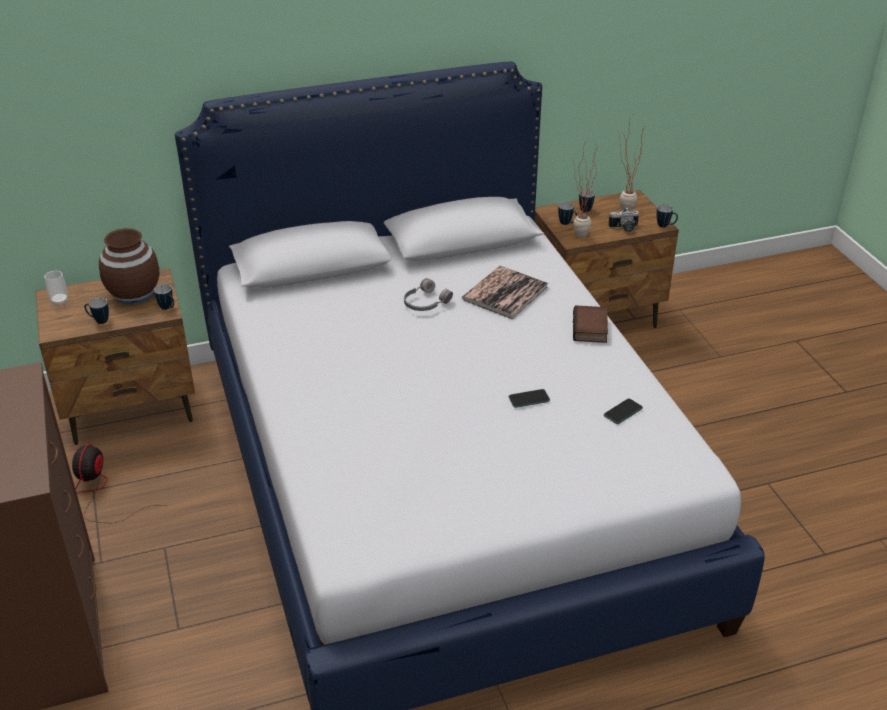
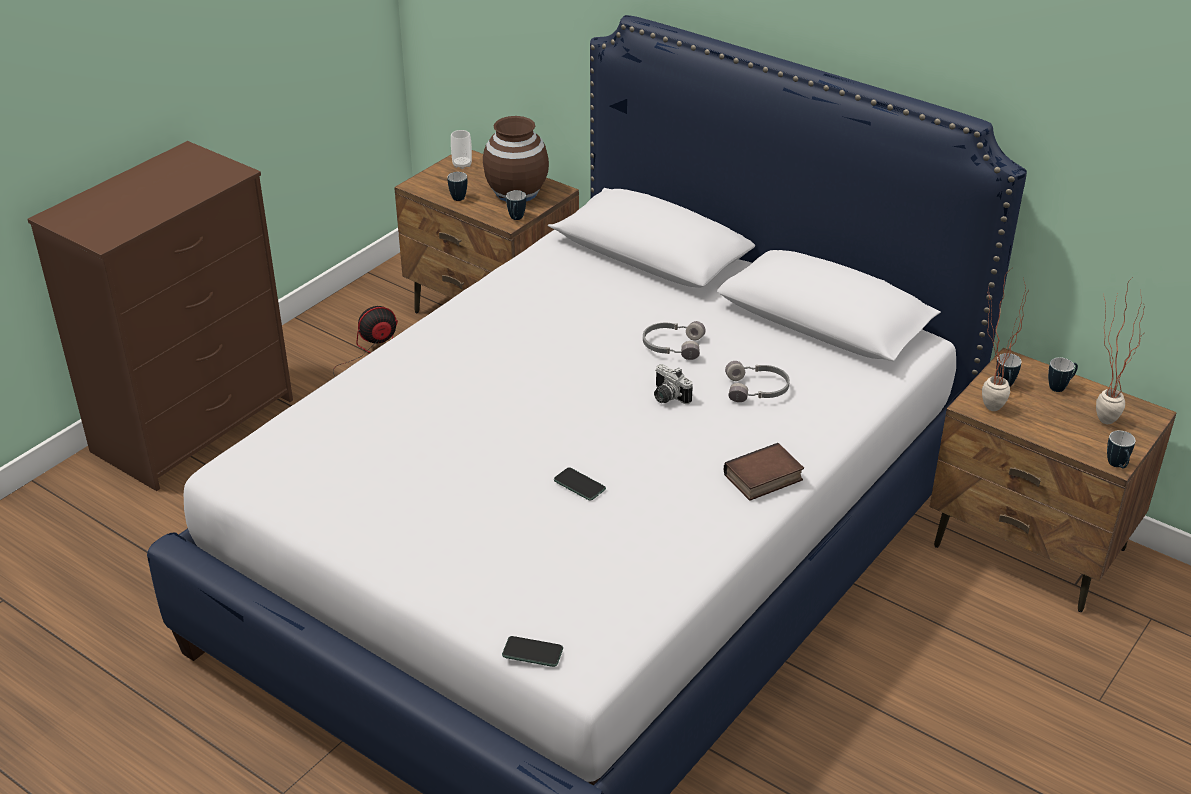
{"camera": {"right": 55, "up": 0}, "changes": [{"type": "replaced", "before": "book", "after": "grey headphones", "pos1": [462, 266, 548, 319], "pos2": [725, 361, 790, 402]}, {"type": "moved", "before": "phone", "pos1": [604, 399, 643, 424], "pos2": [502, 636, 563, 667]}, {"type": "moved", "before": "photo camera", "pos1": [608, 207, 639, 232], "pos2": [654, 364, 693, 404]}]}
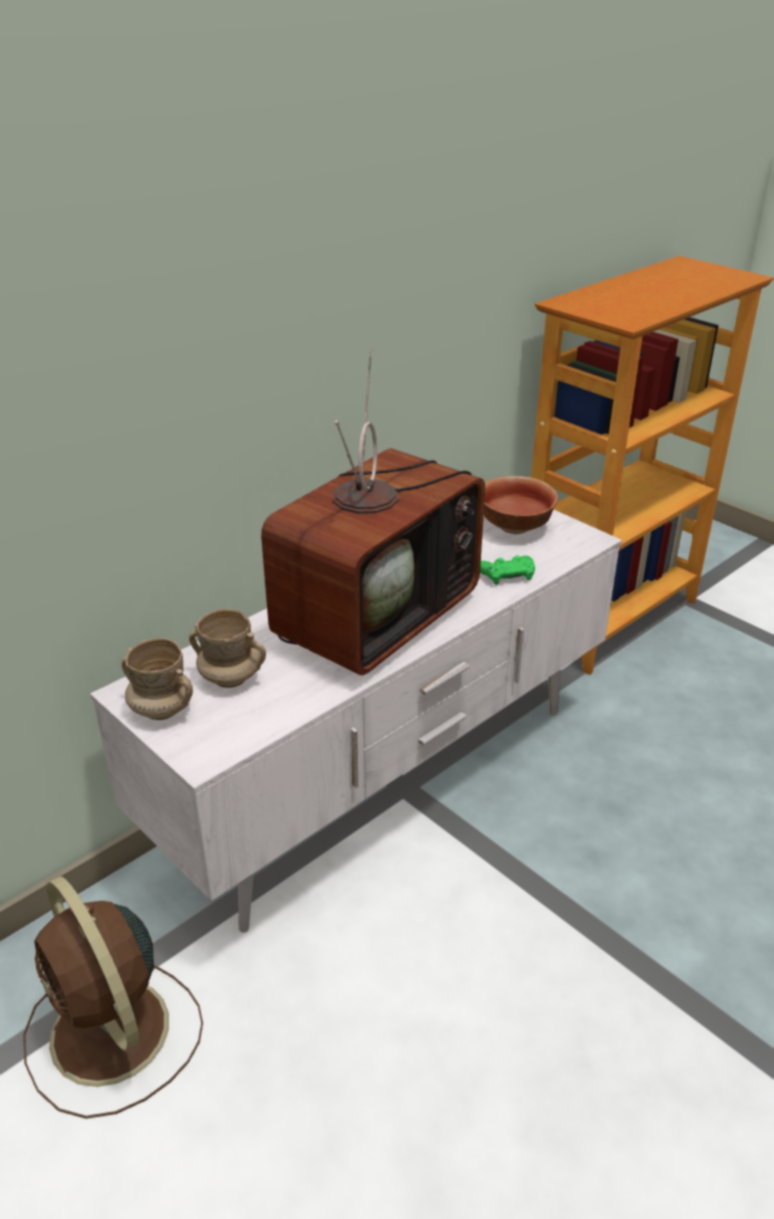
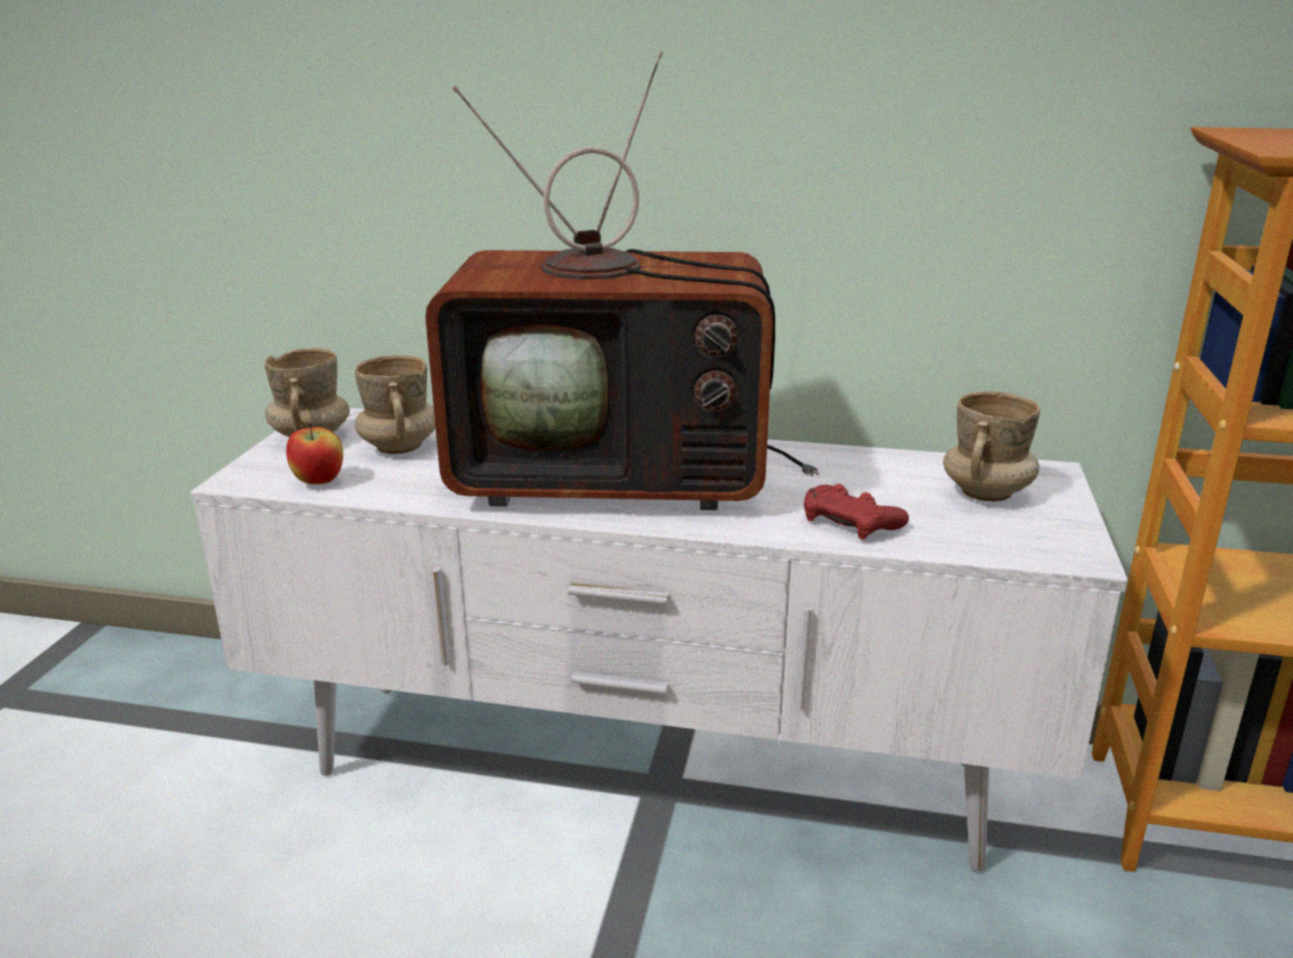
{"camera": {"right": 55, "up": -10}, "changes": [{"type": "removed", "before": "brown fan", "pos1": [23, 876, 203, 1119]}, {"type": "recoloured", "before": "green game controller", "after": "red game controller", "pos1": [480, 555, 535, 585], "pos2": [804, 484, 909, 540]}, {"type": "replaced", "before": "bowl", "after": "beige mug", "pos1": [484, 476, 558, 534], "pos2": [943, 391, 1040, 501]}, {"type": "added", "after": "apple", "pos2": [286, 423, 343, 484]}]}
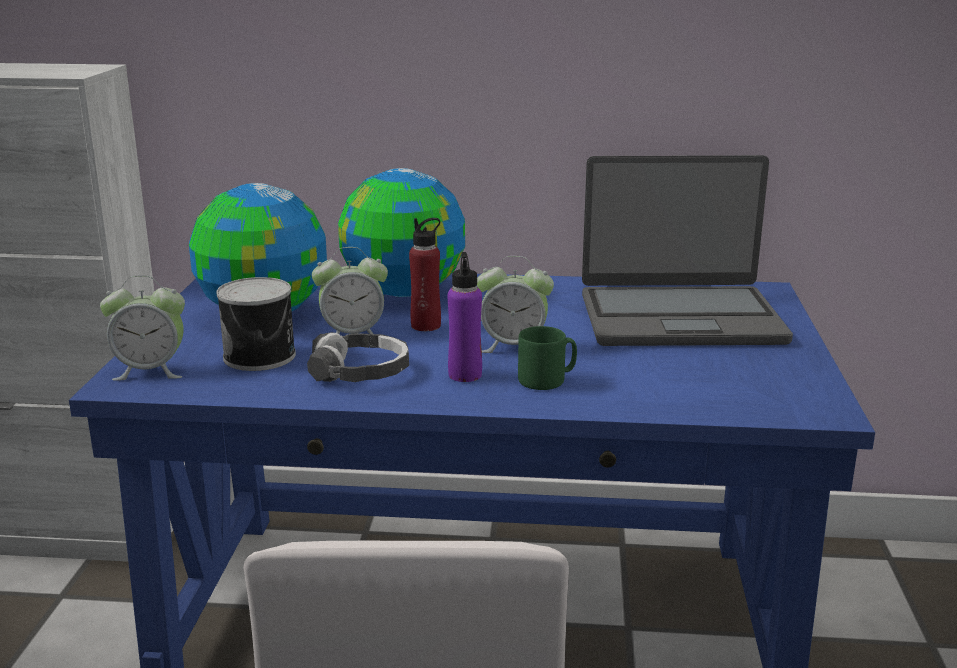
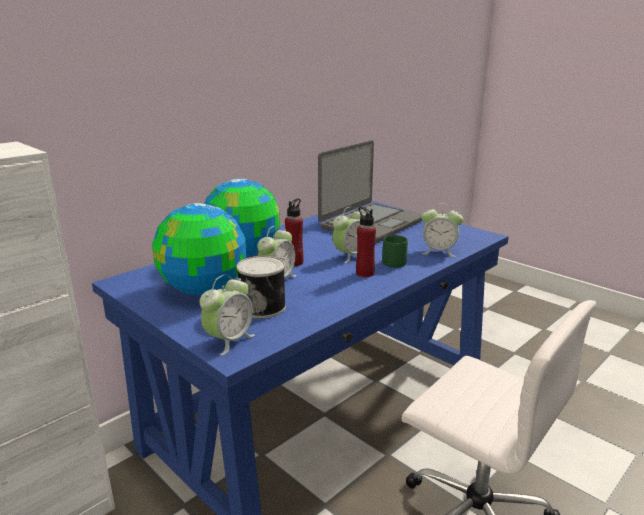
{"camera": {"right": -50, "up": 0}, "changes": [{"type": "removed", "before": "headphones", "pos1": [307, 332, 409, 382]}, {"type": "recoloured", "before": "purple bottle", "after": "red bottle", "pos1": [447, 252, 482, 382], "pos2": [356, 207, 376, 277]}, {"type": "added", "after": "alarm clock", "pos2": [421, 203, 463, 257]}]}
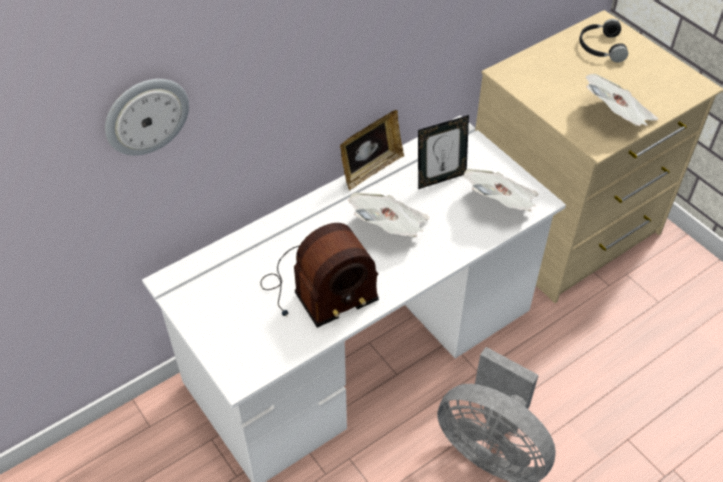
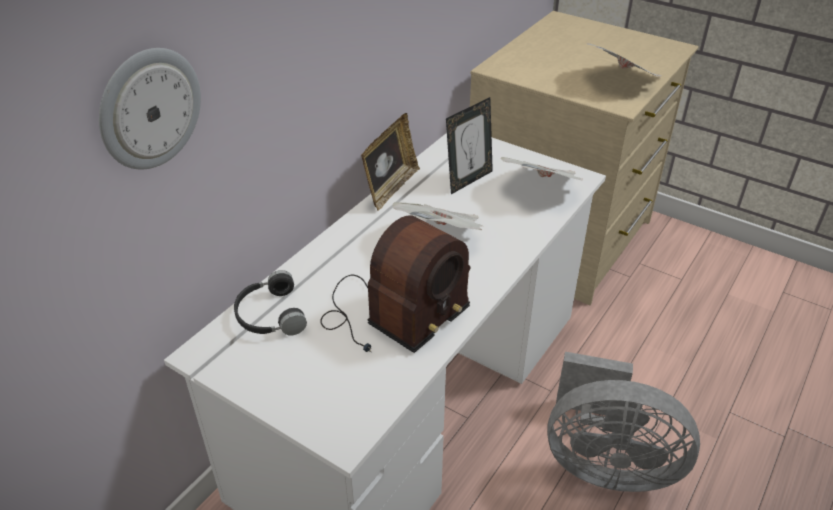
{"camera": {"right": -20, "up": -10}, "changes": [{"type": "moved", "before": "black headphones", "pos1": [580, 19, 628, 63], "pos2": [234, 270, 307, 335]}]}
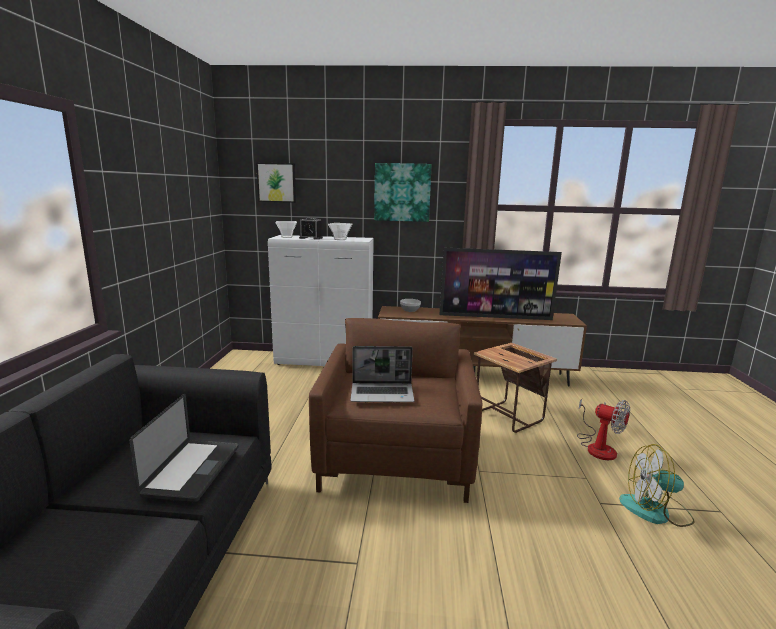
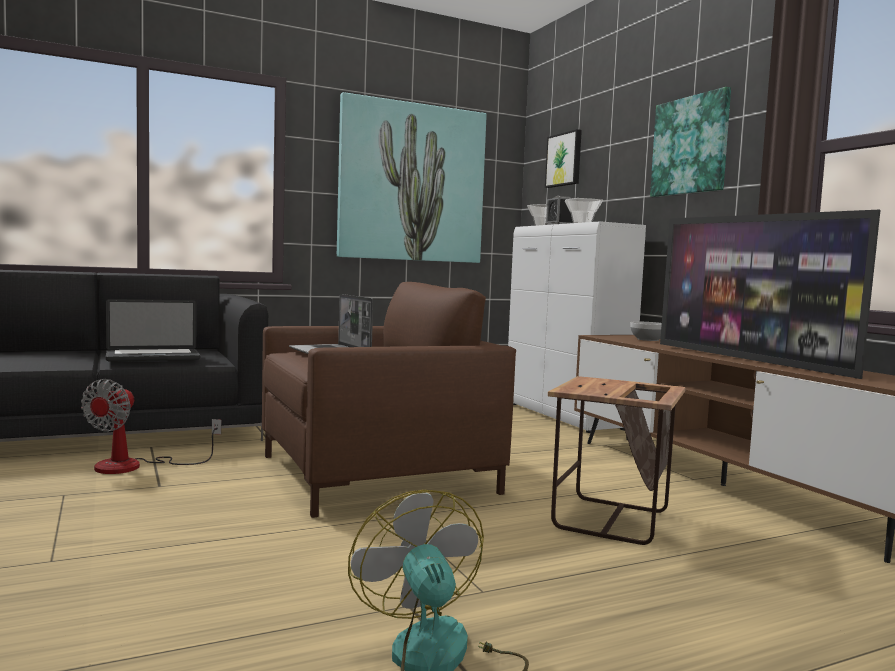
{"camera": {"right": 60, "up": -10}, "changes": [{"type": "moved", "before": "fan", "pos1": [577, 399, 630, 460], "pos2": [81, 379, 221, 474]}, {"type": "added", "after": "picture", "pos2": [337, 92, 487, 263]}]}
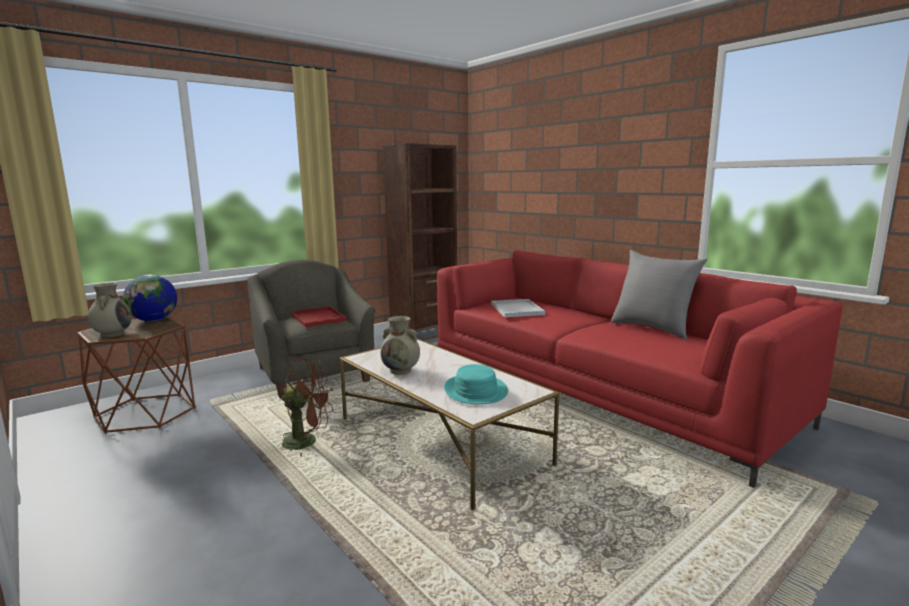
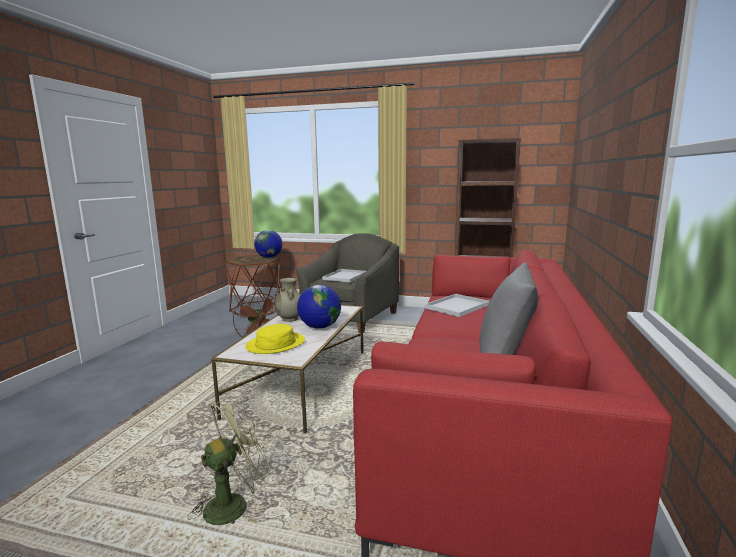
{"camera": {"right": 55, "up": 0}, "changes": [{"type": "removed", "before": "beige vase", "pos1": [88, 283, 132, 338]}, {"type": "recoloured", "before": "red tray", "after": "white tray", "pos1": [291, 306, 347, 327], "pos2": [322, 269, 366, 282]}, {"type": "recoloured", "before": "turquoise hat", "after": "yellow hat", "pos1": [444, 364, 508, 404], "pos2": [245, 324, 305, 354]}, {"type": "added", "after": "green fan", "pos2": [187, 398, 271, 525]}, {"type": "added", "after": "globe", "pos2": [297, 285, 341, 329]}]}
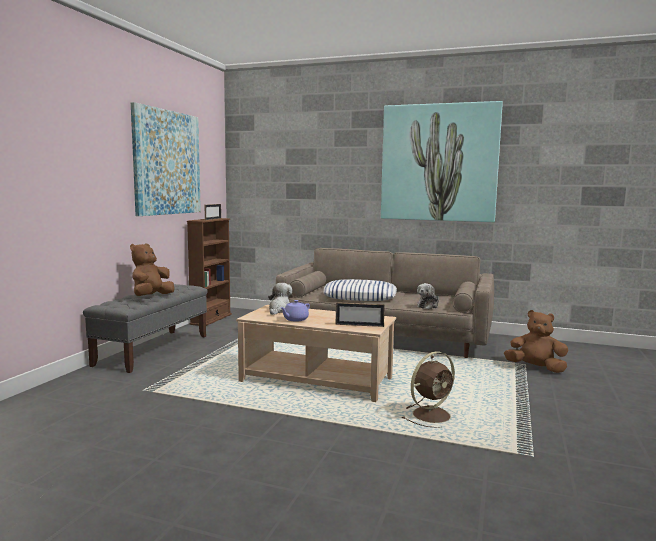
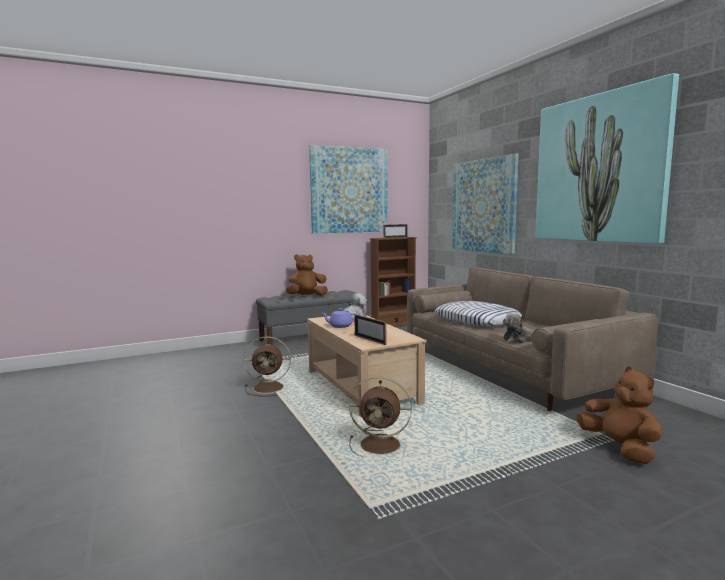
{"camera": {"right": 45, "up": 0}, "changes": [{"type": "added", "after": "brown fan", "pos2": [243, 336, 291, 396]}, {"type": "added", "after": "picture", "pos2": [452, 153, 519, 254]}]}
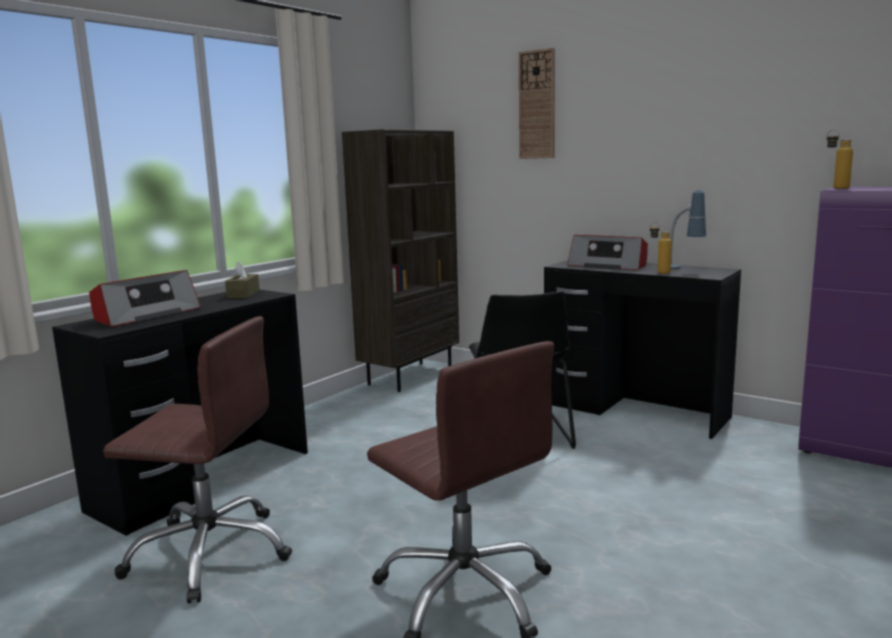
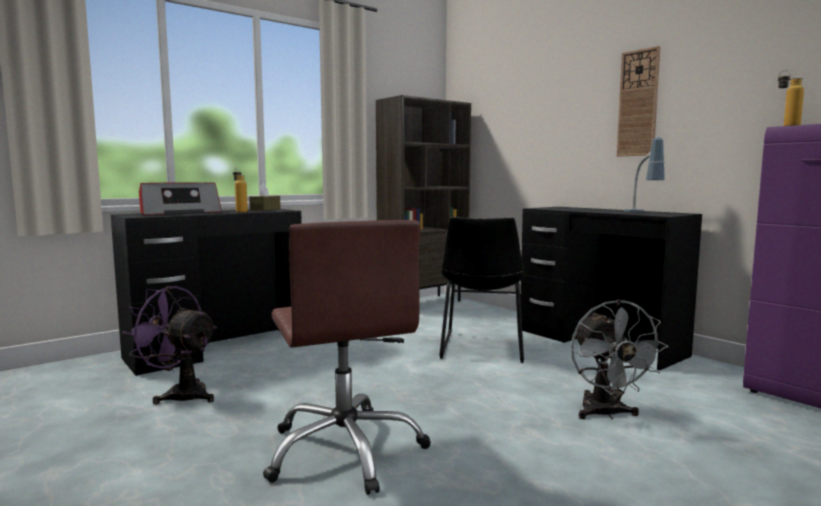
{"camera": {"right": 15, "up": -5}, "changes": [{"type": "replaced", "before": "brown office chair", "after": "purple fan", "pos1": [103, 316, 292, 603], "pos2": [122, 286, 217, 404]}, {"type": "moved", "before": "wall clock", "pos1": [519, 48, 555, 159], "pos2": [617, 46, 660, 156]}, {"type": "removed", "before": "radio", "pos1": [567, 235, 648, 270]}, {"type": "moved", "before": "bottle", "pos1": [650, 222, 672, 274], "pos2": [233, 167, 248, 212]}, {"type": "added", "after": "grey fan", "pos2": [571, 299, 669, 419]}]}
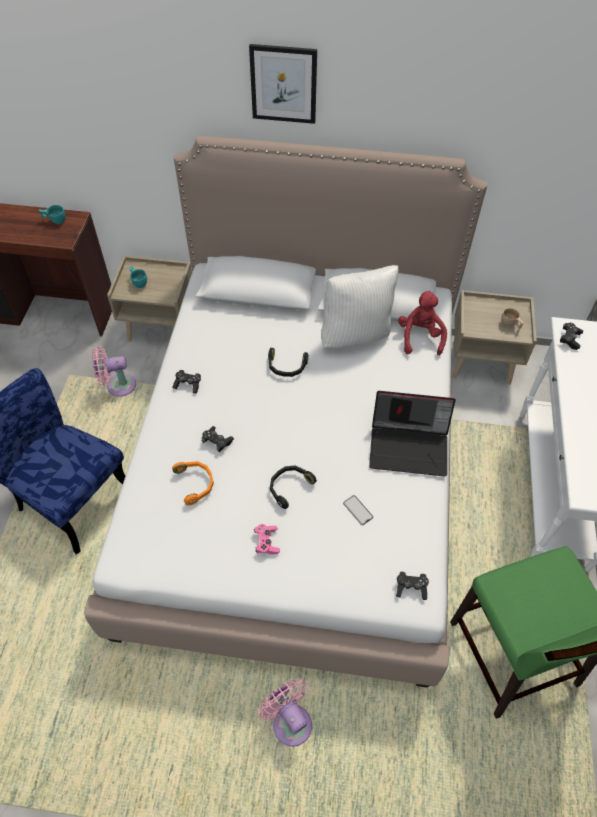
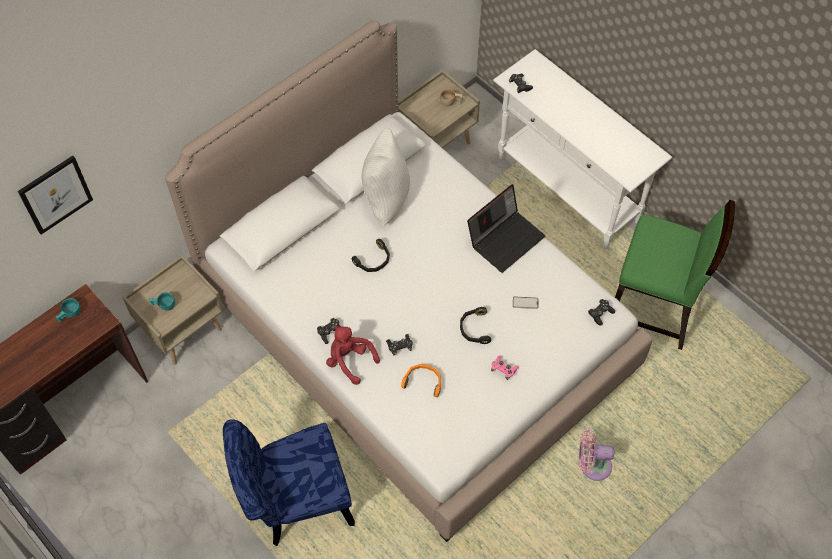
{"camera": {"right": -50, "up": 5}, "changes": [{"type": "removed", "before": "pink fan", "pos1": [92, 346, 136, 397]}, {"type": "moved", "before": "picture", "pos1": [249, 44, 317, 124], "pos2": [18, 156, 93, 235]}, {"type": "moved", "before": "red plush toy", "pos1": [398, 291, 447, 355], "pos2": [326, 325, 380, 385]}]}
